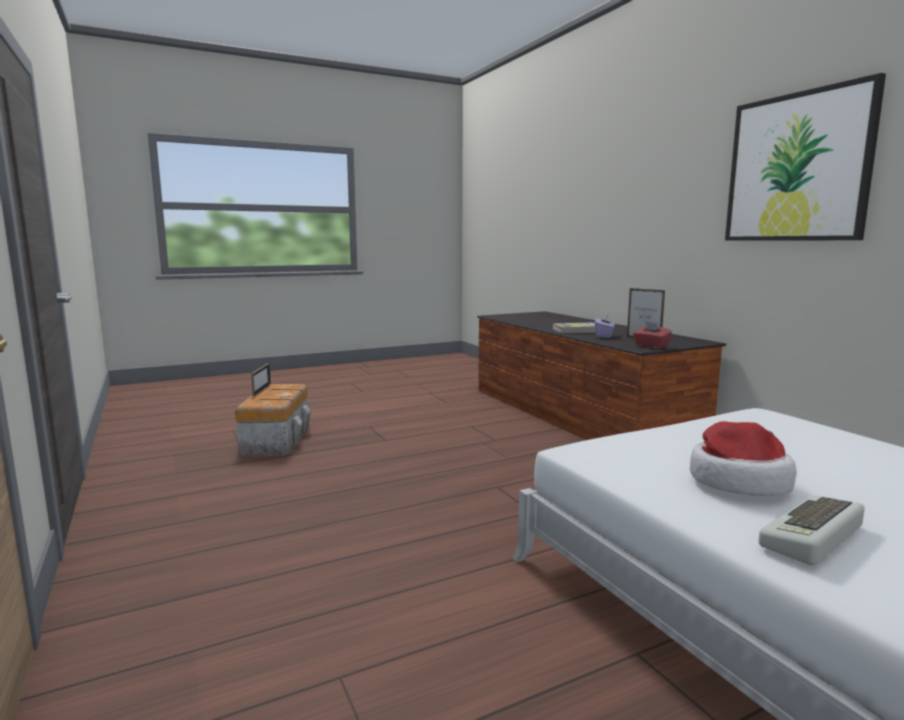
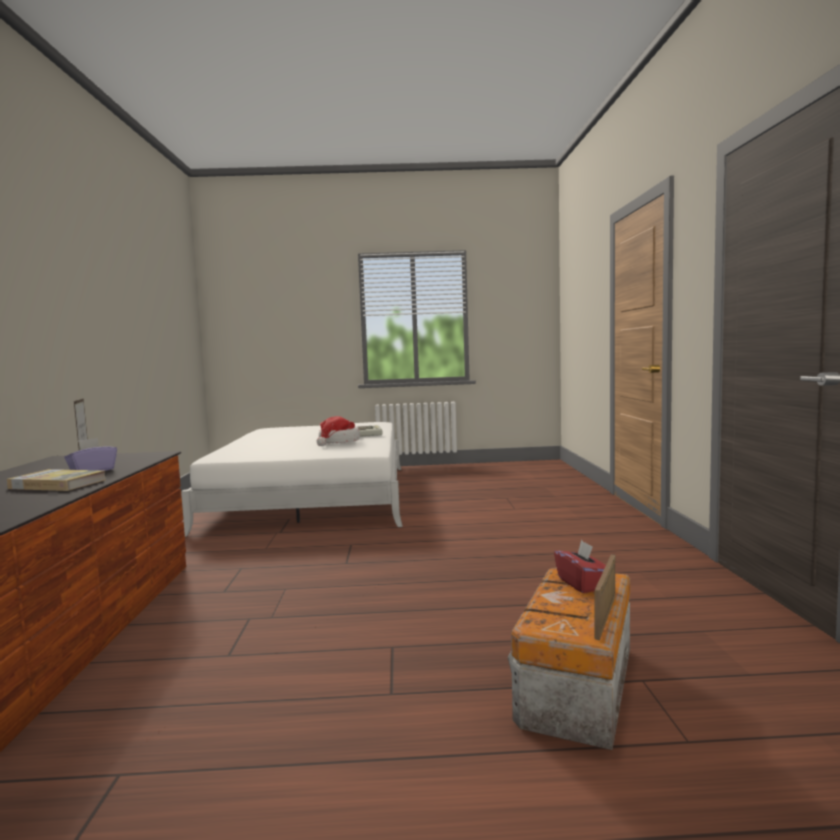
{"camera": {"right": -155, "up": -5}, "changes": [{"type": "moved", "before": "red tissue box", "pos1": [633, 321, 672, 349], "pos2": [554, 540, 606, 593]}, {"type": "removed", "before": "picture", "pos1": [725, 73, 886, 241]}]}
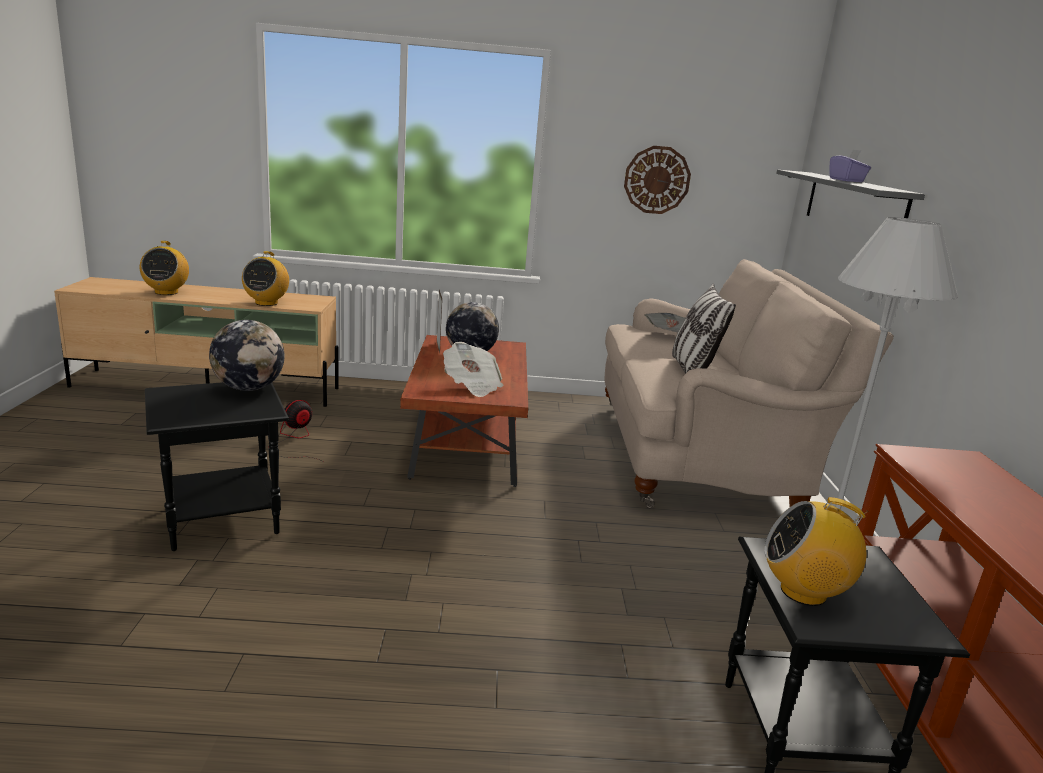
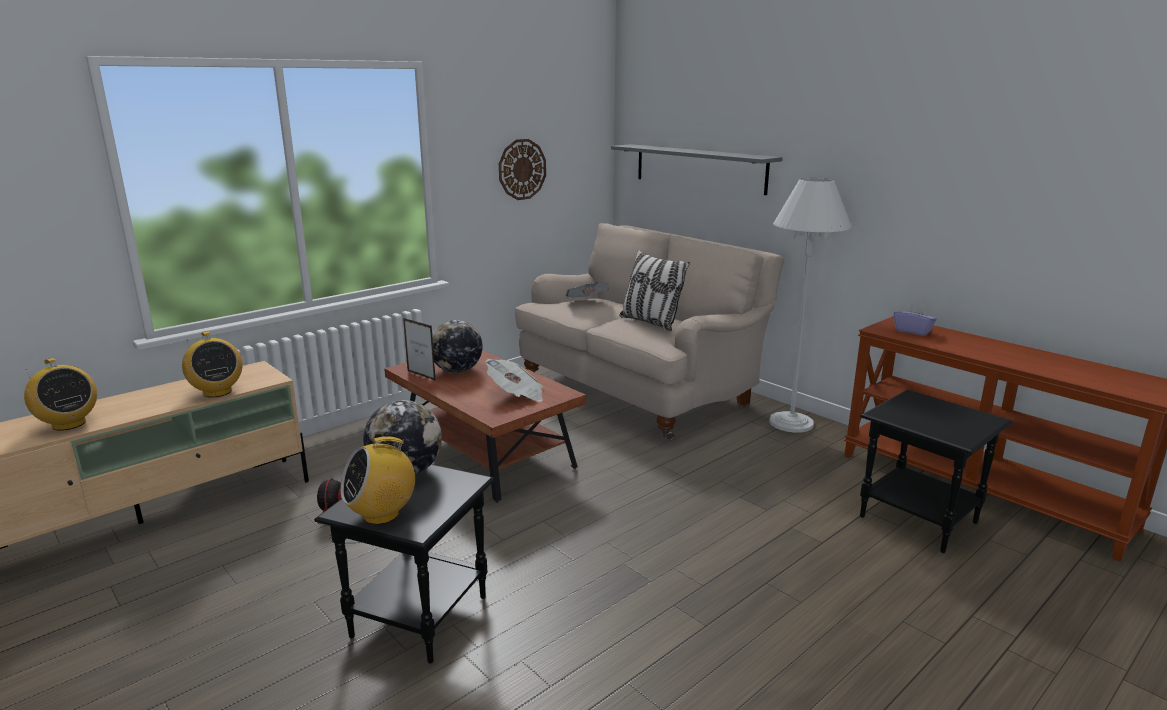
{"camera": {"right": -40, "up": 0}, "changes": [{"type": "moved", "before": "radio", "pos1": [764, 497, 869, 606], "pos2": [340, 436, 415, 525]}, {"type": "moved", "before": "purple tissue box", "pos1": [829, 149, 871, 182], "pos2": [894, 302, 937, 336]}]}
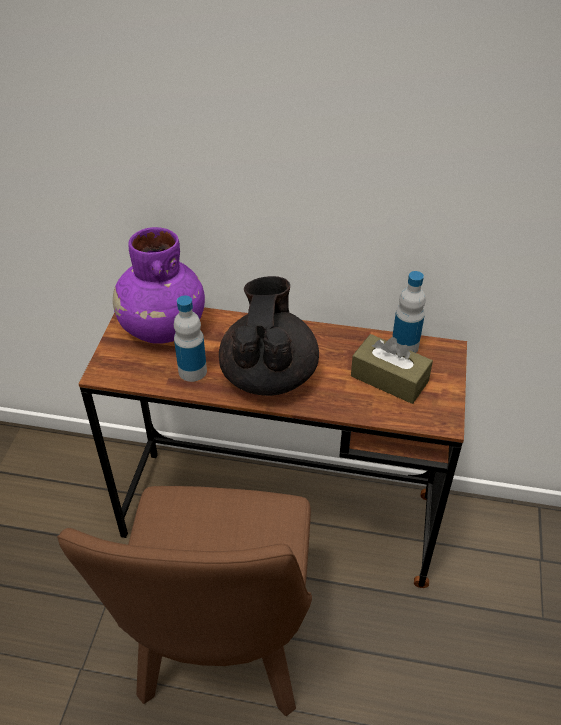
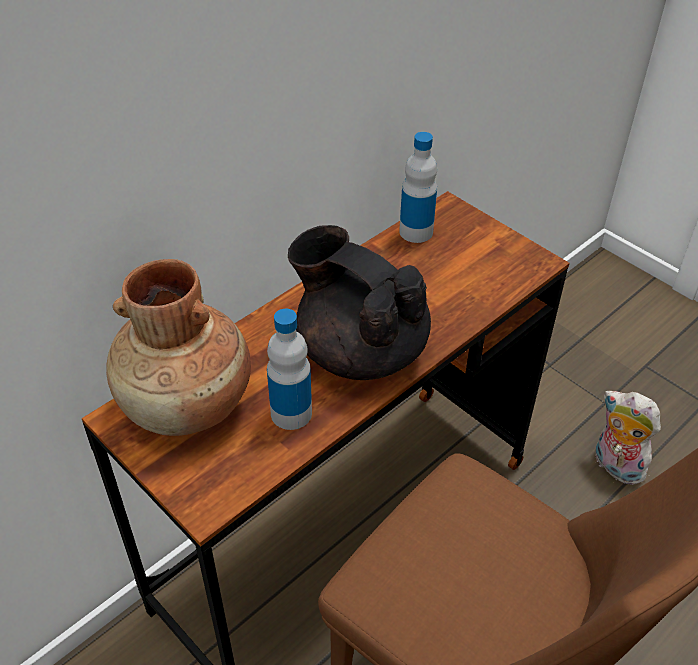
{"camera": {"right": -55, "up": 0}, "changes": [{"type": "recoloured", "before": "purple vase", "after": "brown vase", "pos1": [113, 227, 205, 344], "pos2": [106, 259, 251, 436]}, {"type": "removed", "before": "brown tissue box", "pos1": [351, 334, 433, 404]}, {"type": "added", "after": "plush toy", "pos2": [595, 391, 661, 485]}]}
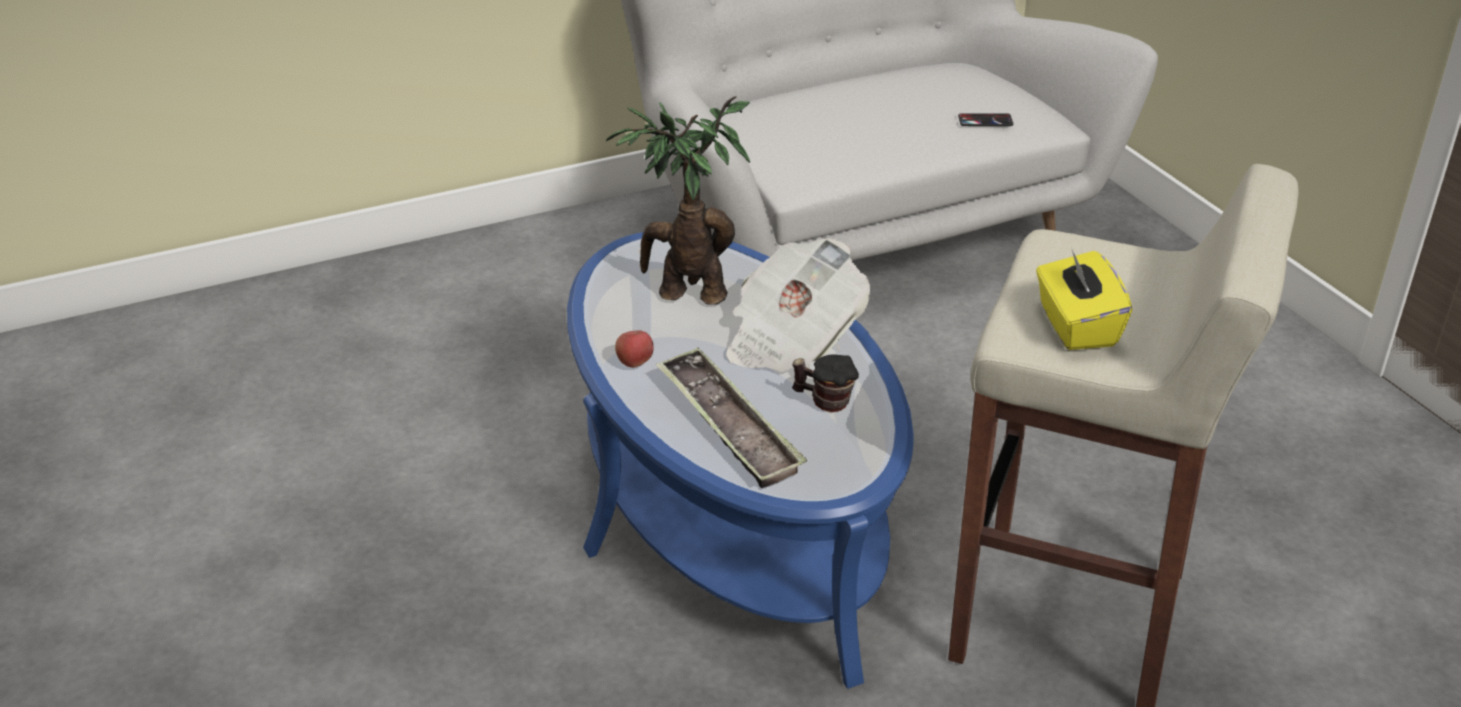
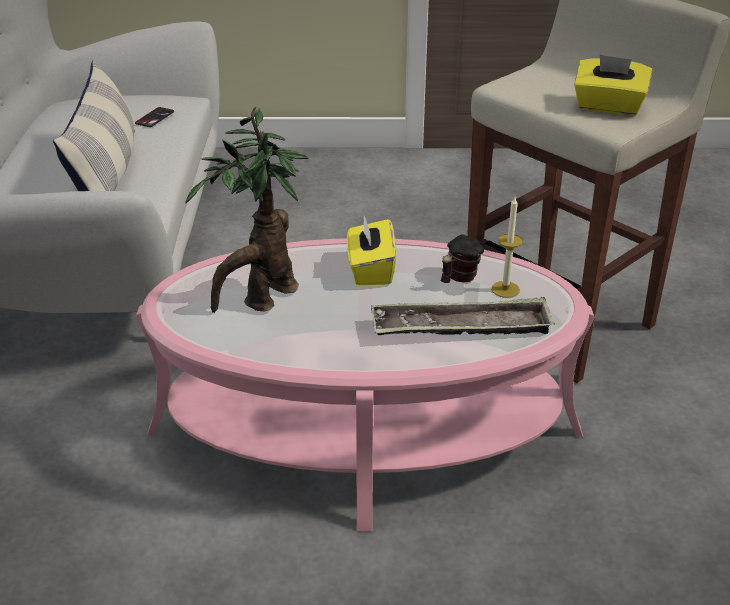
{"camera": {"right": -65, "up": 0}, "changes": [{"type": "recoloured", "before": "blue coffee table", "after": "pink coffee table", "pos1": [567, 232, 913, 689], "pos2": [136, 238, 594, 531]}, {"type": "removed", "before": "apple", "pos1": [615, 331, 654, 368]}, {"type": "replaced", "before": "newspaper", "after": "yellow tissue box", "pos1": [726, 238, 870, 372], "pos2": [347, 216, 396, 285]}, {"type": "added", "after": "pillow", "pos2": [53, 60, 135, 191]}, {"type": "added", "after": "candle", "pos2": [491, 197, 523, 298]}]}
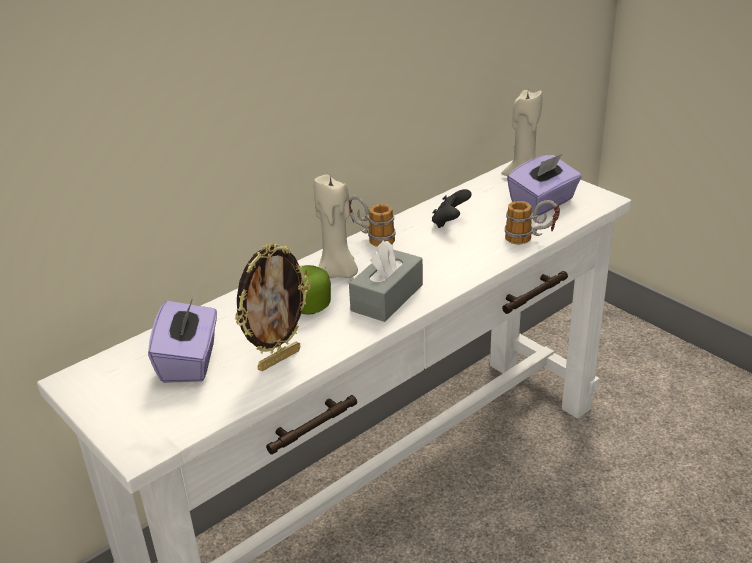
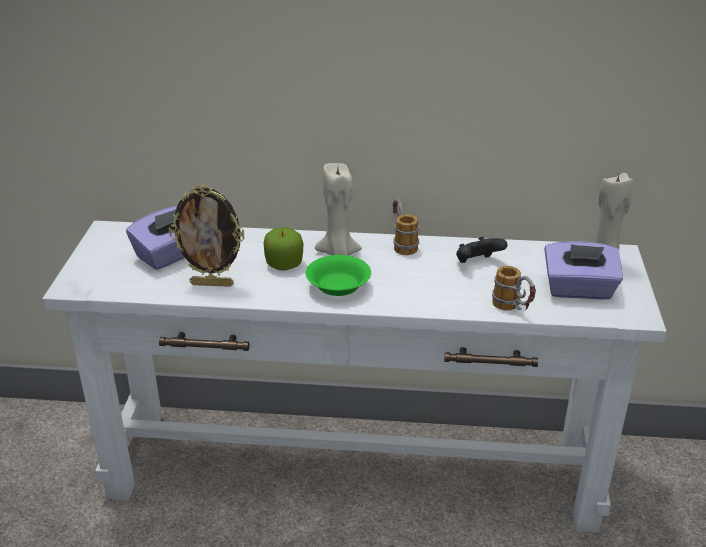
{"camera": {"right": 45, "up": 0}, "changes": [{"type": "replaced", "before": "grey tissue box", "after": "green bowl", "pos1": [349, 240, 423, 322], "pos2": [306, 255, 371, 296]}]}
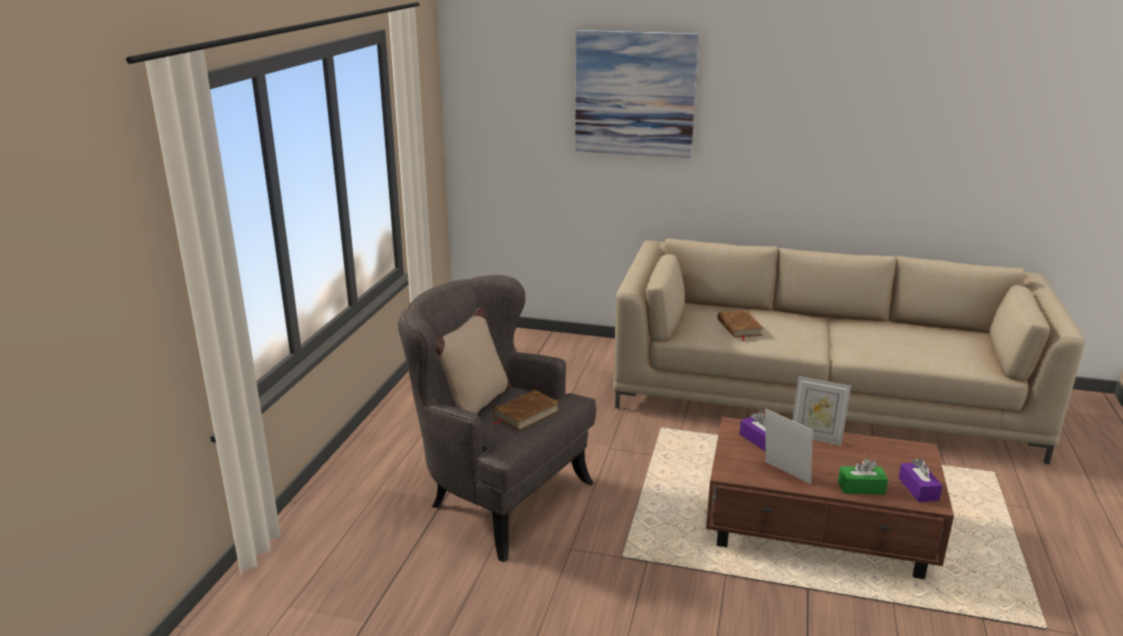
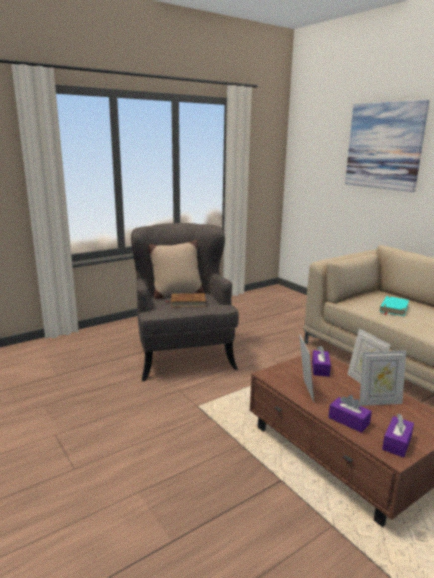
{"camera": {"right": 40, "up": -5}, "changes": [{"type": "recoloured", "before": "brown book", "after": "turquoise book", "pos1": [718, 310, 763, 341], "pos2": [380, 296, 409, 316]}, {"type": "recoloured", "before": "green tissue box", "after": "purple tissue box", "pos1": [838, 459, 888, 495], "pos2": [328, 395, 372, 433]}, {"type": "added", "after": "picture frame", "pos2": [360, 350, 406, 406]}]}
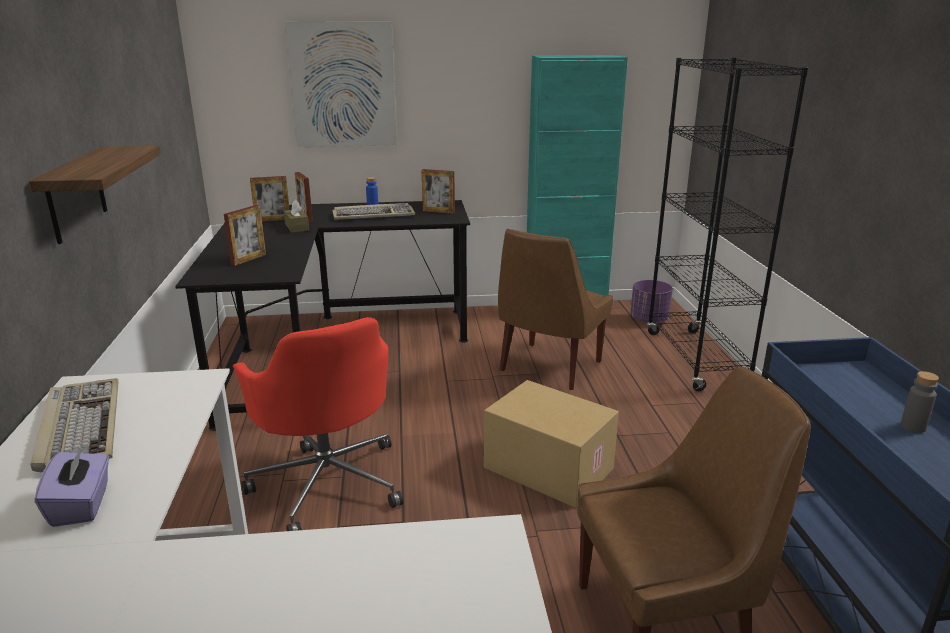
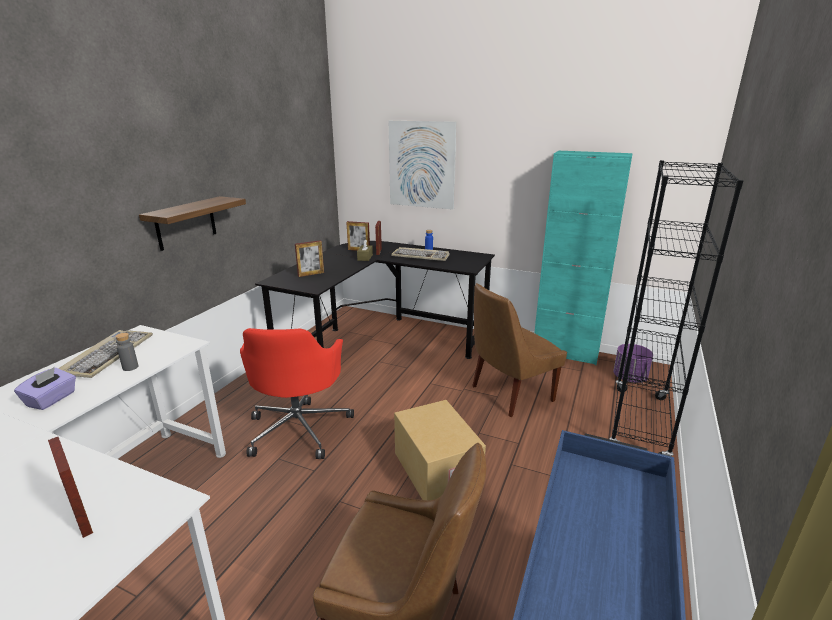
{"camera": {"right": 30, "up": 0}, "changes": [{"type": "moved", "before": "picture frame", "pos1": [422, 169, 455, 214], "pos2": [48, 437, 93, 538]}, {"type": "moved", "before": "grey bottle", "pos1": [901, 371, 939, 433], "pos2": [115, 333, 138, 371]}]}
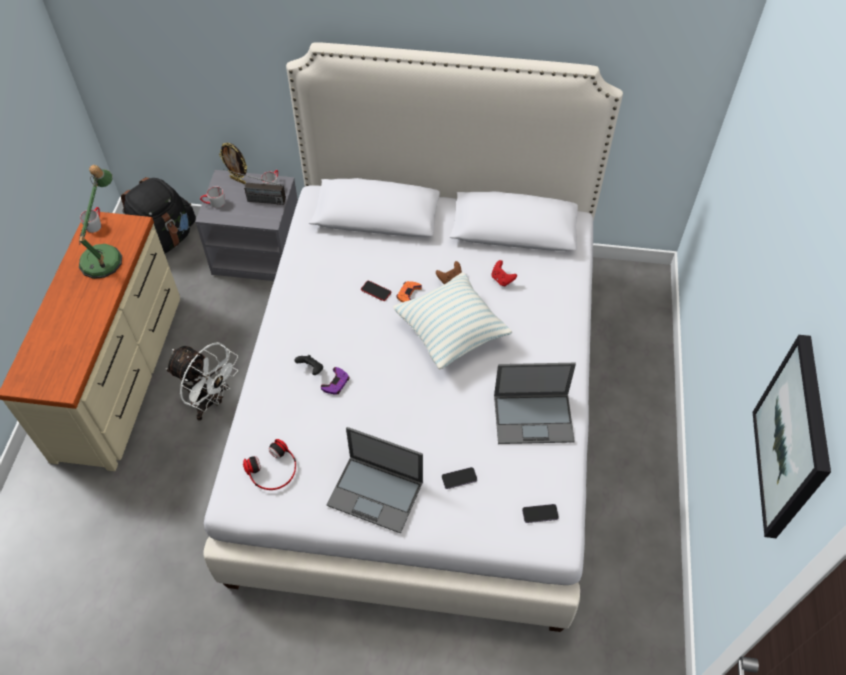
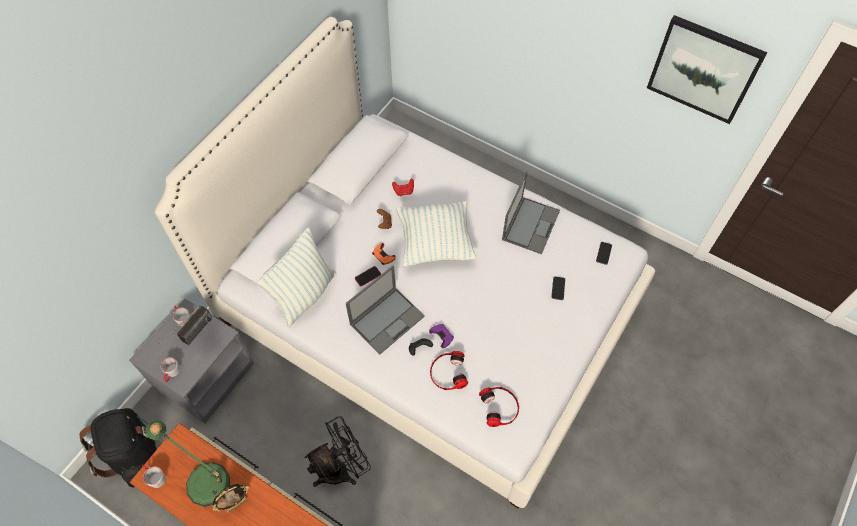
{"camera": {"right": -65, "up": 5}, "changes": [{"type": "recoloured", "before": "white fan", "after": "black fan", "pos1": [165, 342, 238, 421], "pos2": [304, 416, 371, 487]}, {"type": "moved", "before": "picture frame", "pos1": [219, 143, 247, 184], "pos2": [213, 484, 249, 512]}, {"type": "moved", "before": "laptop", "pos1": [327, 427, 423, 534], "pos2": [346, 265, 425, 354]}, {"type": "added", "after": "pillow", "pos2": [258, 227, 336, 327]}, {"type": "added", "after": "headphones", "pos2": [430, 351, 468, 390]}]}
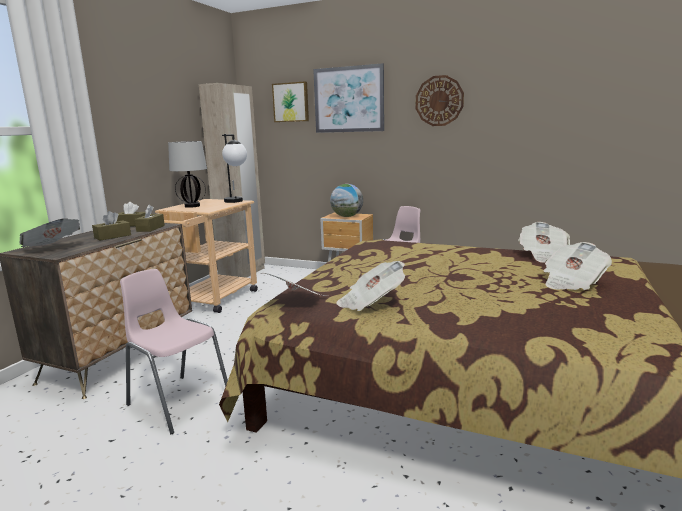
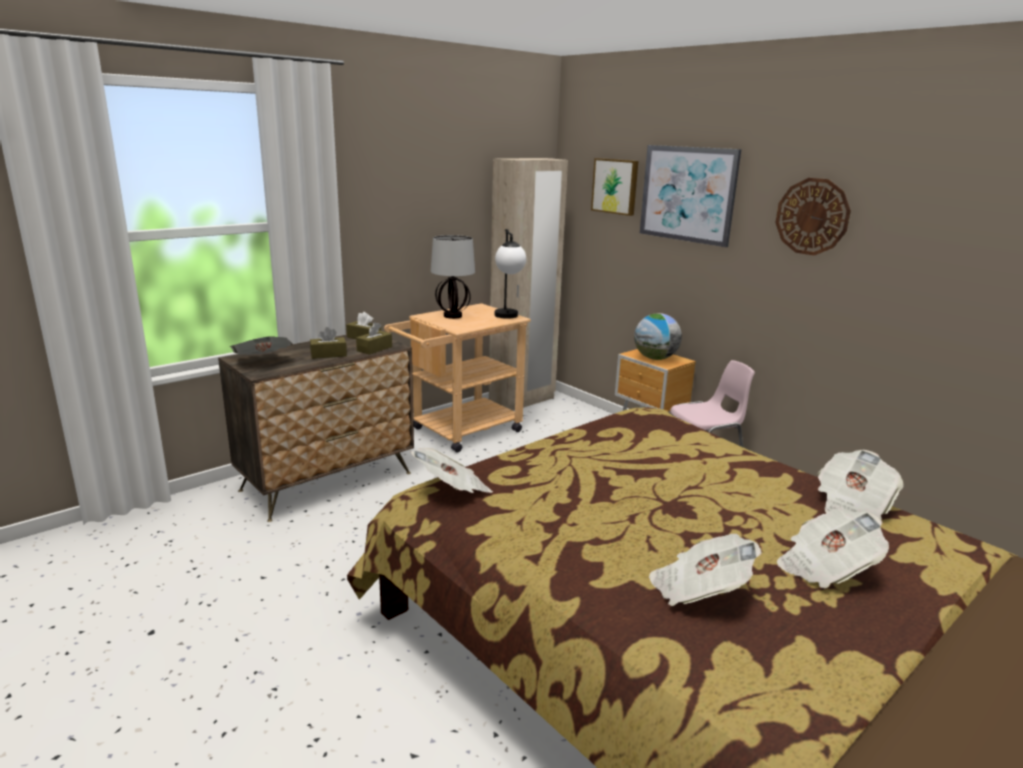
{"camera": {"right": 25, "up": 5}, "changes": [{"type": "removed", "before": "pink chair", "pos1": [120, 269, 228, 434]}, {"type": "moved", "before": "newspaper", "pos1": [336, 261, 405, 311], "pos2": [649, 534, 762, 606]}]}
